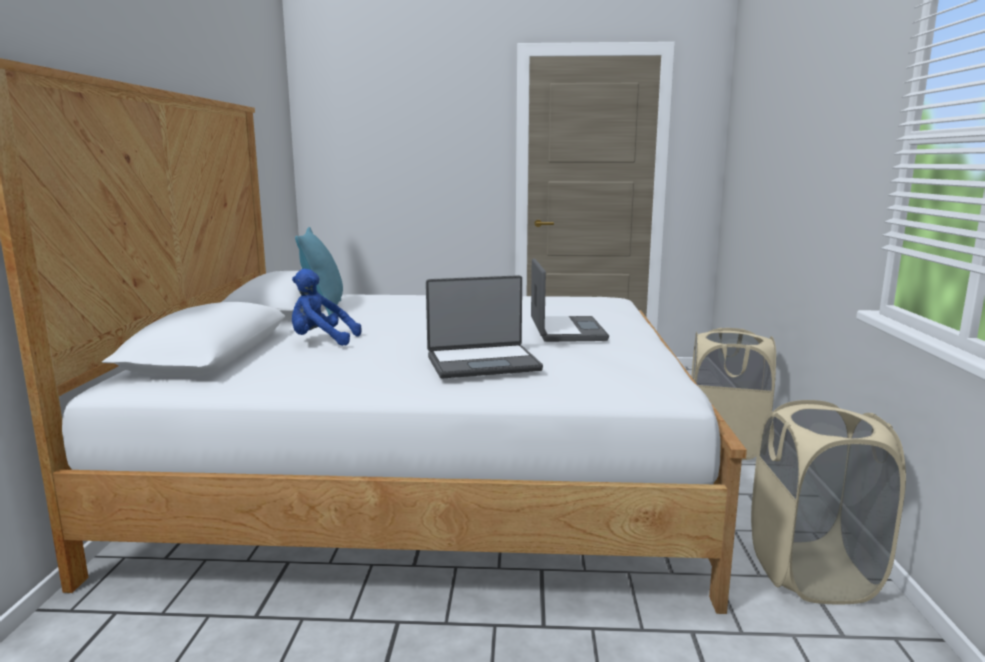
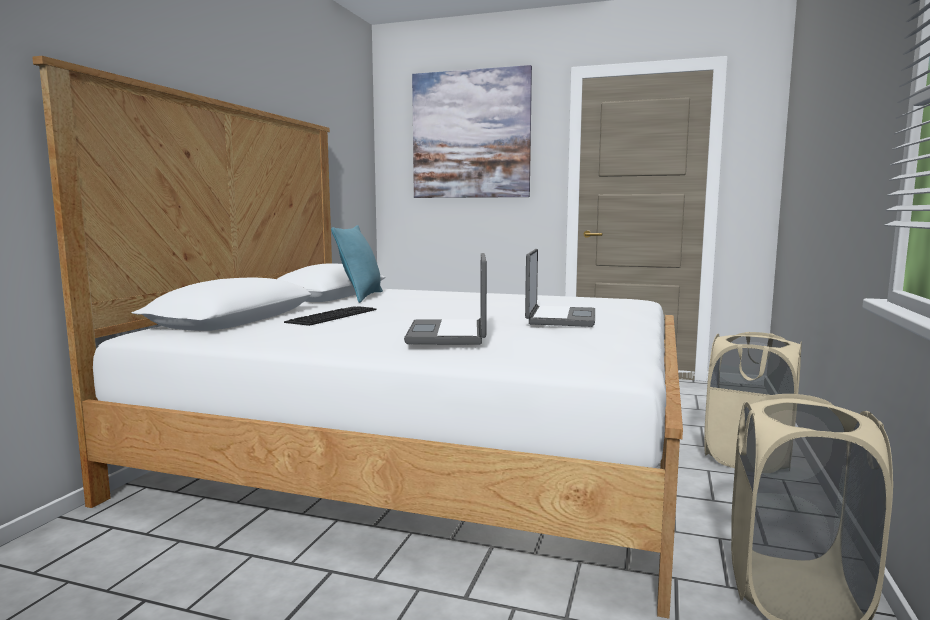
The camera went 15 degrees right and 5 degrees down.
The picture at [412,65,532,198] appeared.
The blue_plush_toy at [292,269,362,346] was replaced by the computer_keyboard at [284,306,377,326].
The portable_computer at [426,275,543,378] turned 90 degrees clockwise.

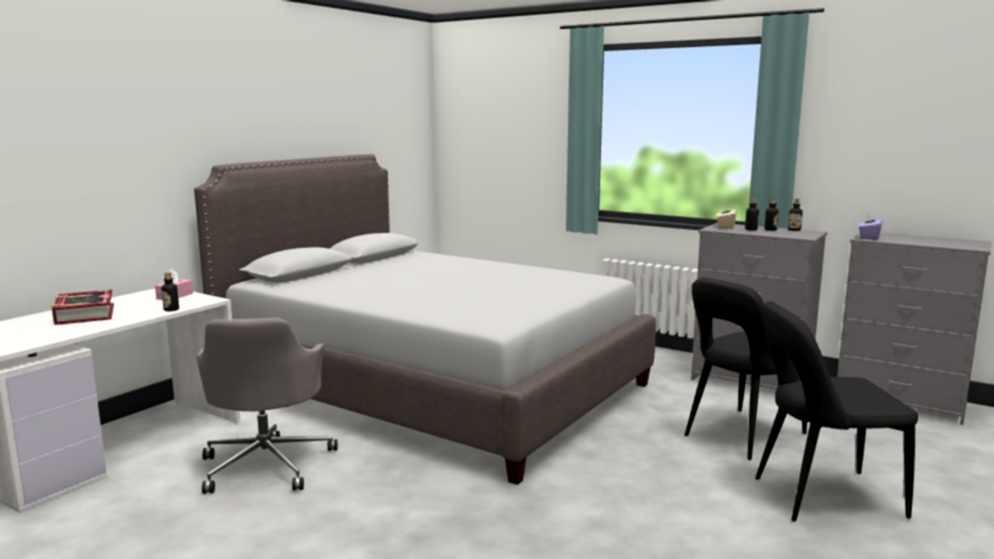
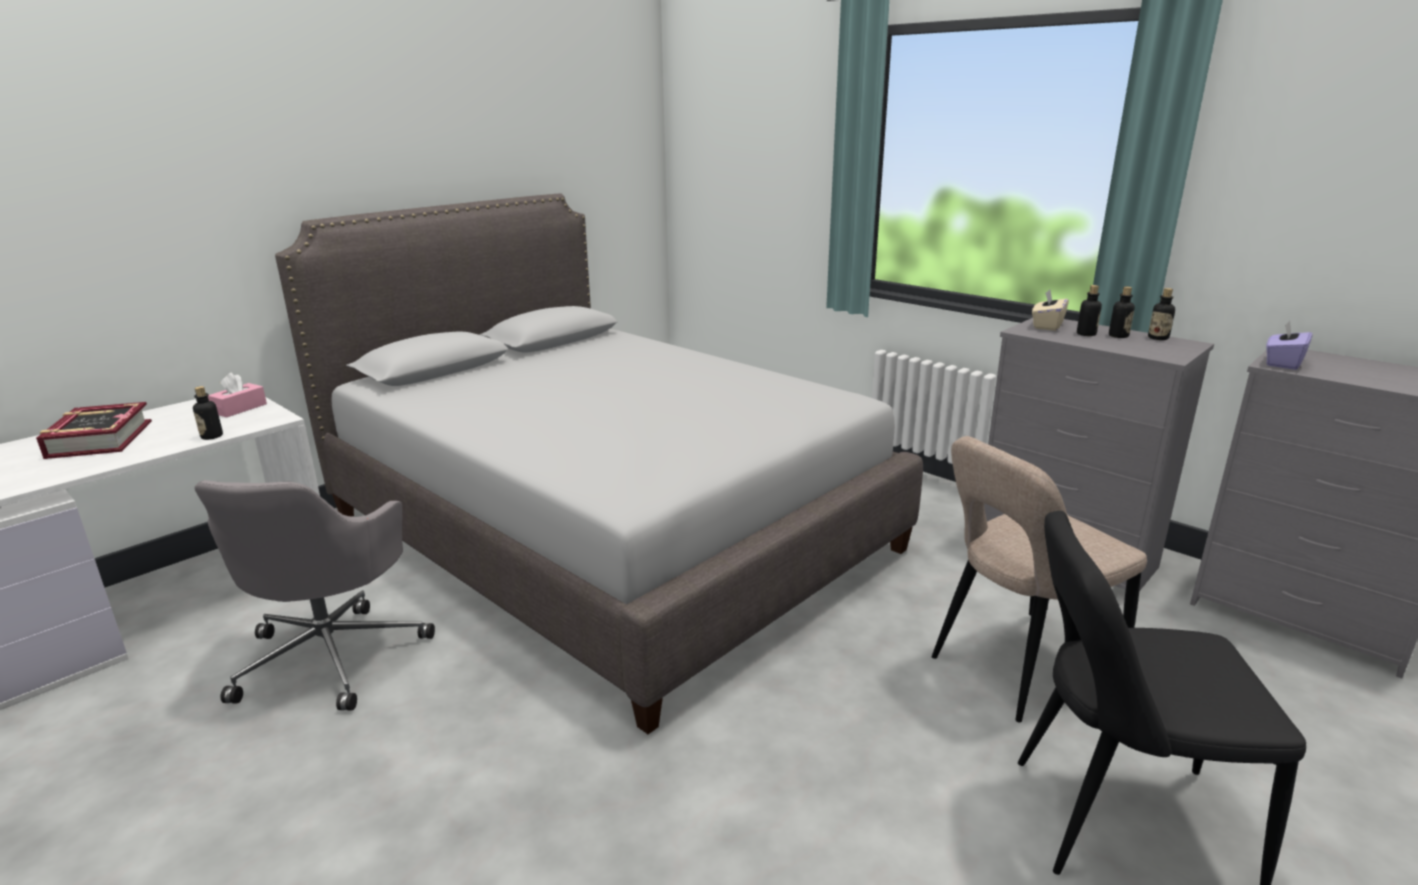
The camera went 10 degrees right and 10 degrees up.
The blackish_chair at [685,277,807,460] became the sand-coloured_chair at [932,436,1147,723].

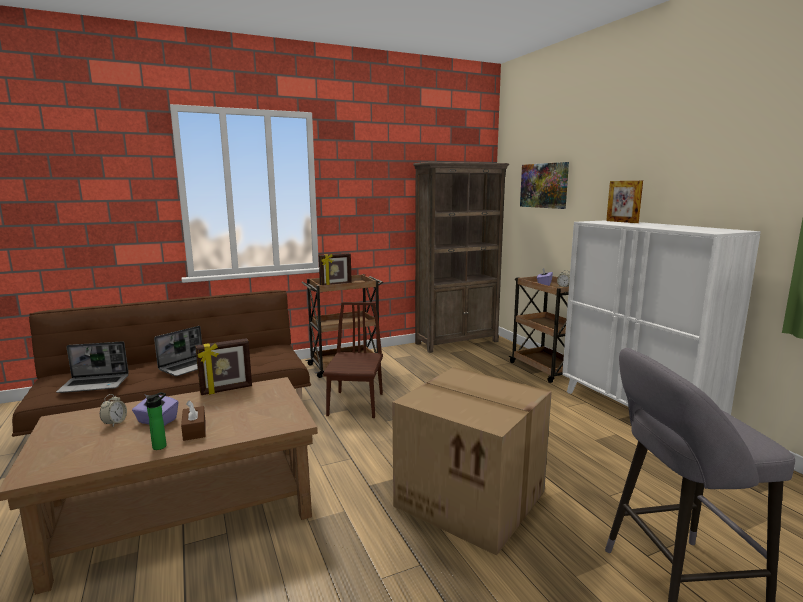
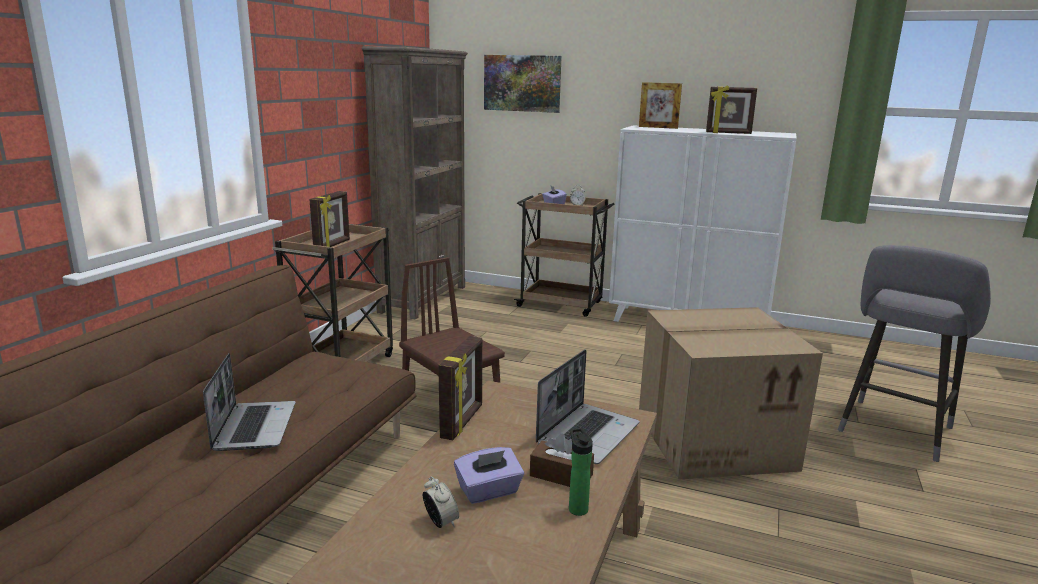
The camera went 45 degrees left and 5 degrees up.
The picture_frame at [706,85,757,134] appeared.
The portable_computer moved from [56,341,129,393] to [536,349,640,464].

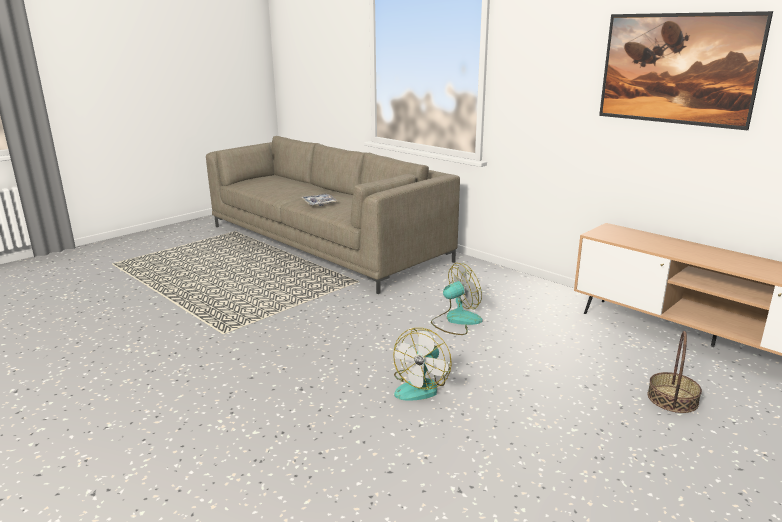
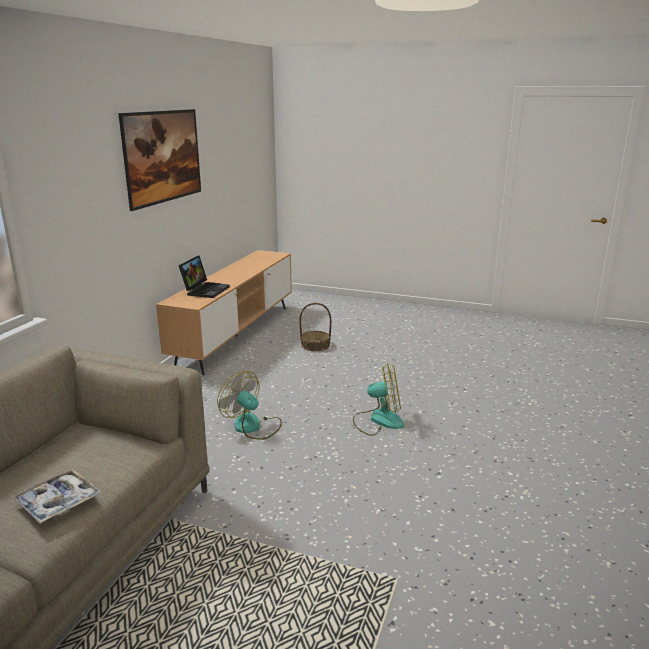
The camera went 115 degrees left and 0 degrees up.
The portable_computer at [178,255,230,298] appeared.

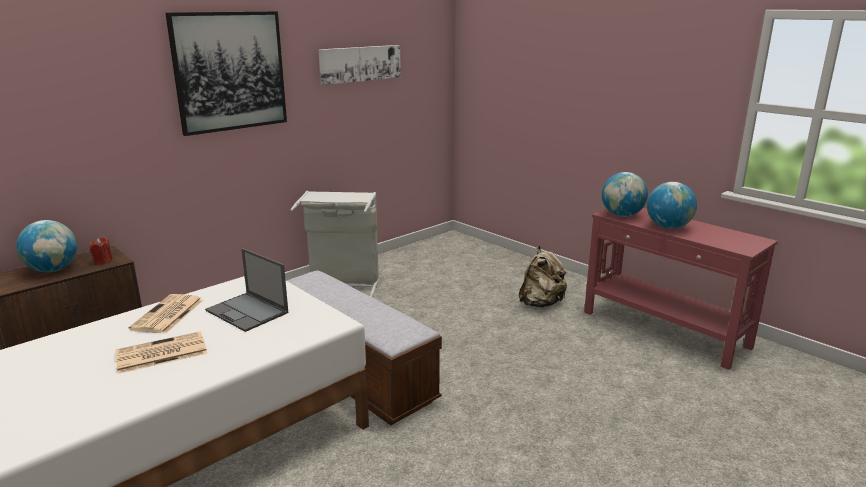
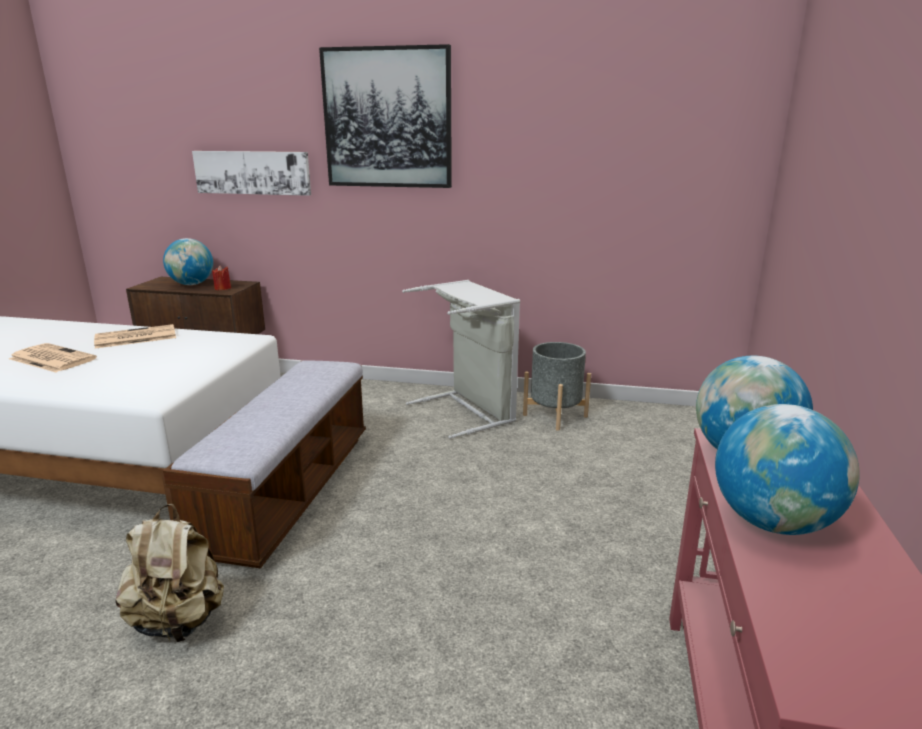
The camera went 55 degrees right and 0 degrees up.
The portable_computer at [205,248,288,332] disappeared.
The grey_plant_pot at [523,342,591,431] appeared.
The picture moved from [319,45,401,85] to [192,151,311,196].
The sand-coloured_backpack moved from [519,246,567,307] to [116,504,224,644].

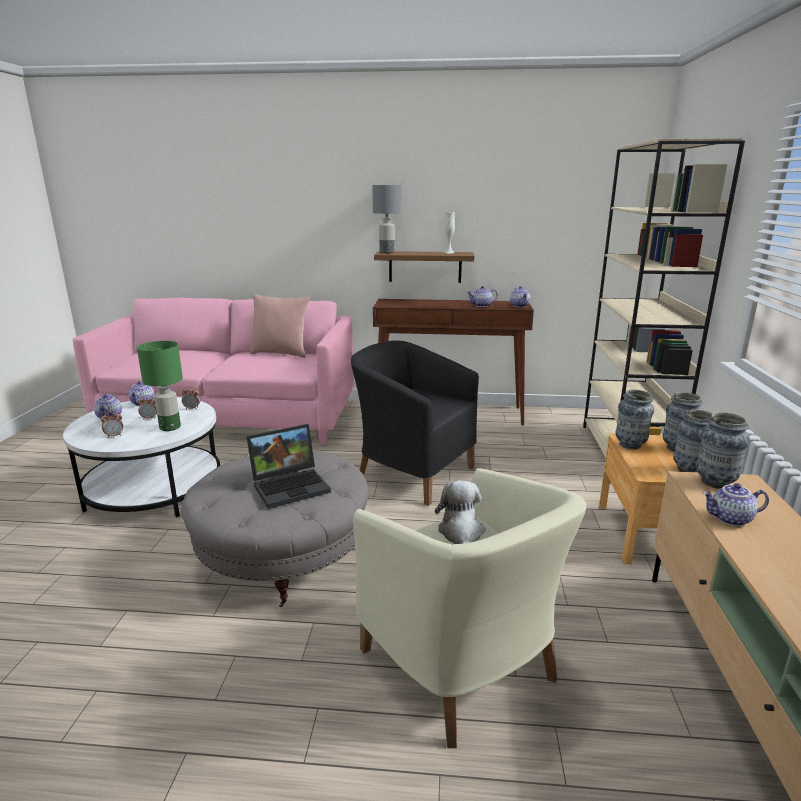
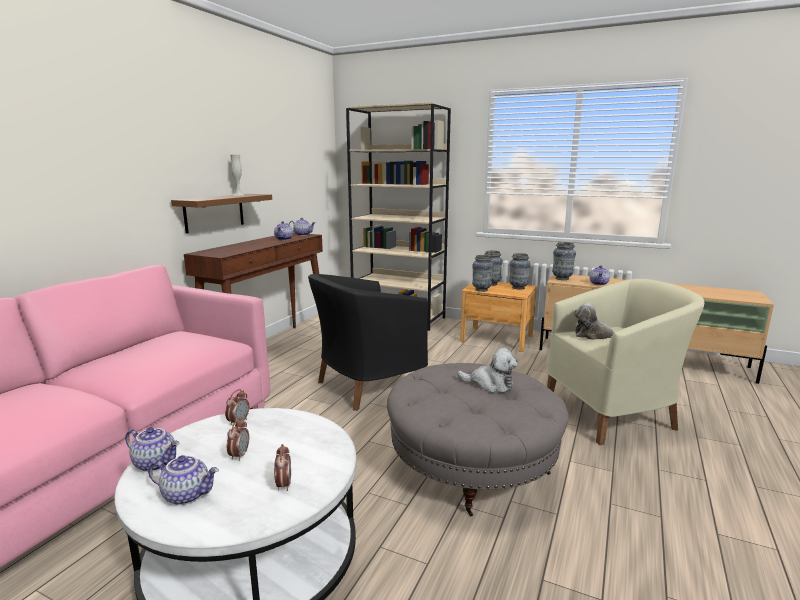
The camera went 70 degrees left and 5 degrees down.
The green_tabletop_lamp at [137,341,183,431] disappeared.
The pink_cushion at [250,294,310,358] disappeared.
The grey_tabletop_lamp at [372,185,401,253] disappeared.
The portable_computer at [246,424,331,509] was replaced by the plush_toy at [457,348,518,393].

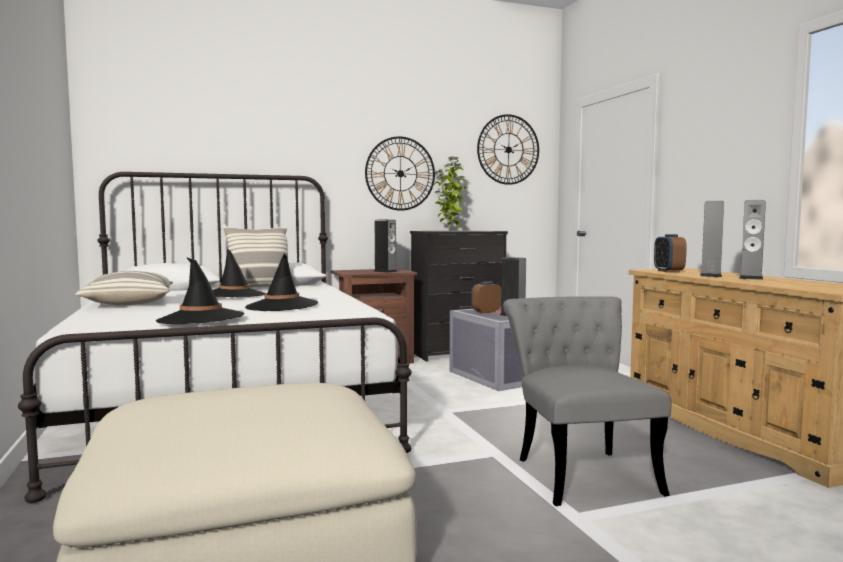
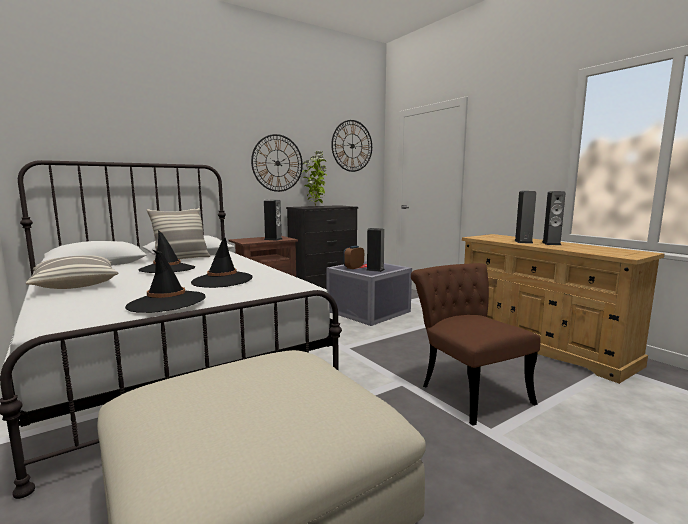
The camera went 15 degrees left and 5 degrees up.
The alarm_clock at [654,234,687,272] disappeared.
The grey_chair at [503,296,671,506] became the brown-coloured_chair at [411,263,541,426].

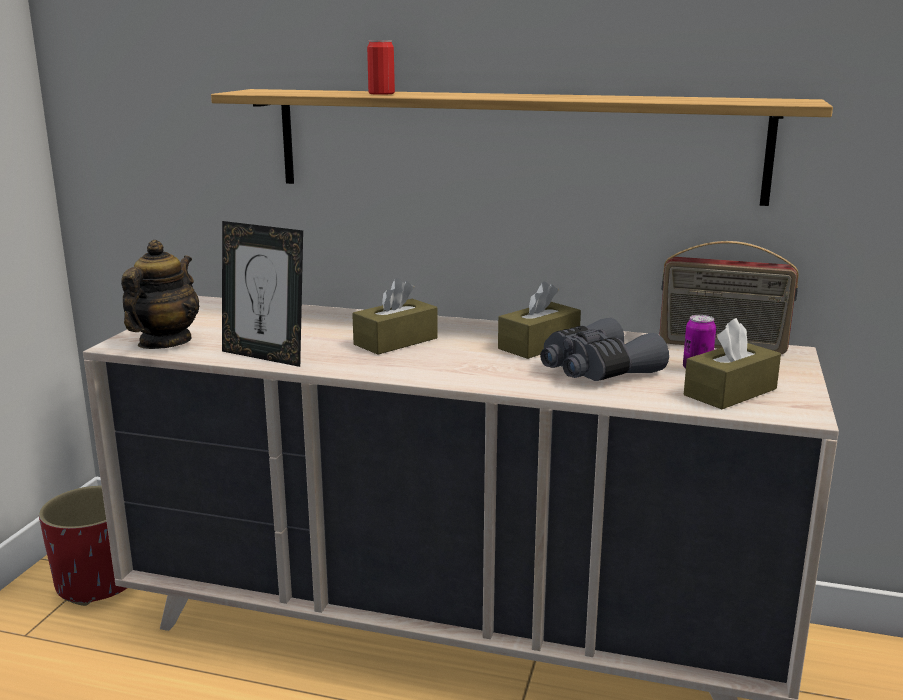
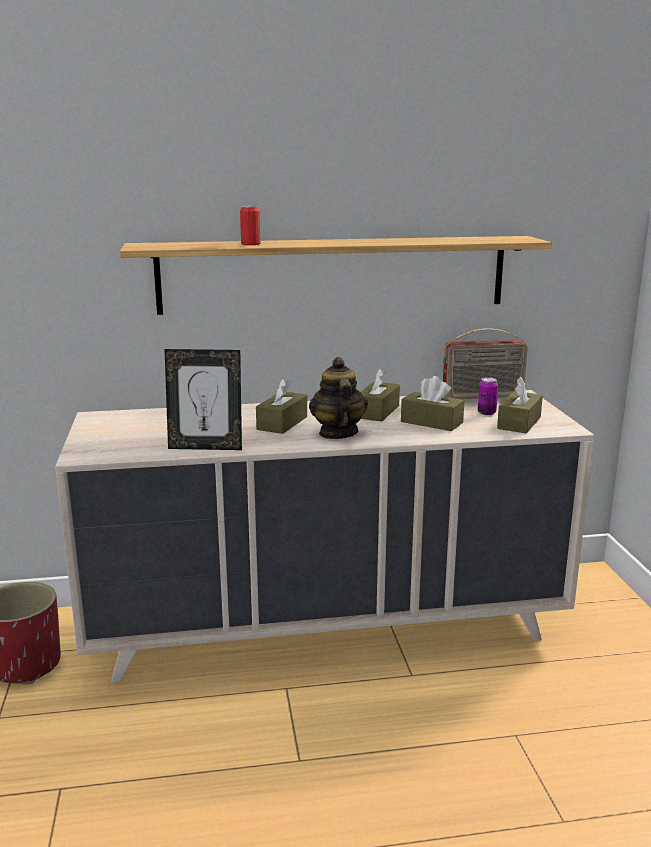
The camera went 25 degrees left and 0 degrees up.
The pot_for_tea moved from [121,240,199,349] to [309,357,368,439].
The grey_binoculars at [540,318,669,381] was replaced by the brown-coloured_tissue_box at [401,376,465,431].

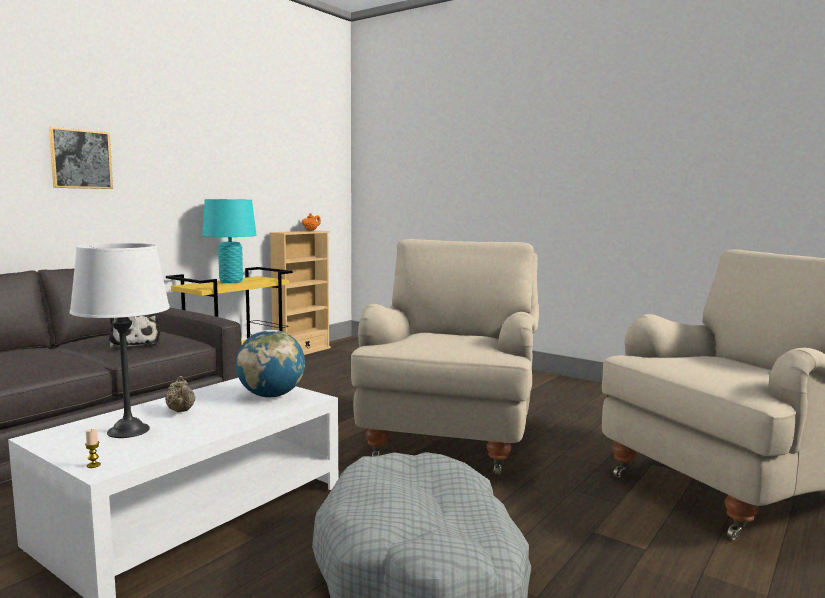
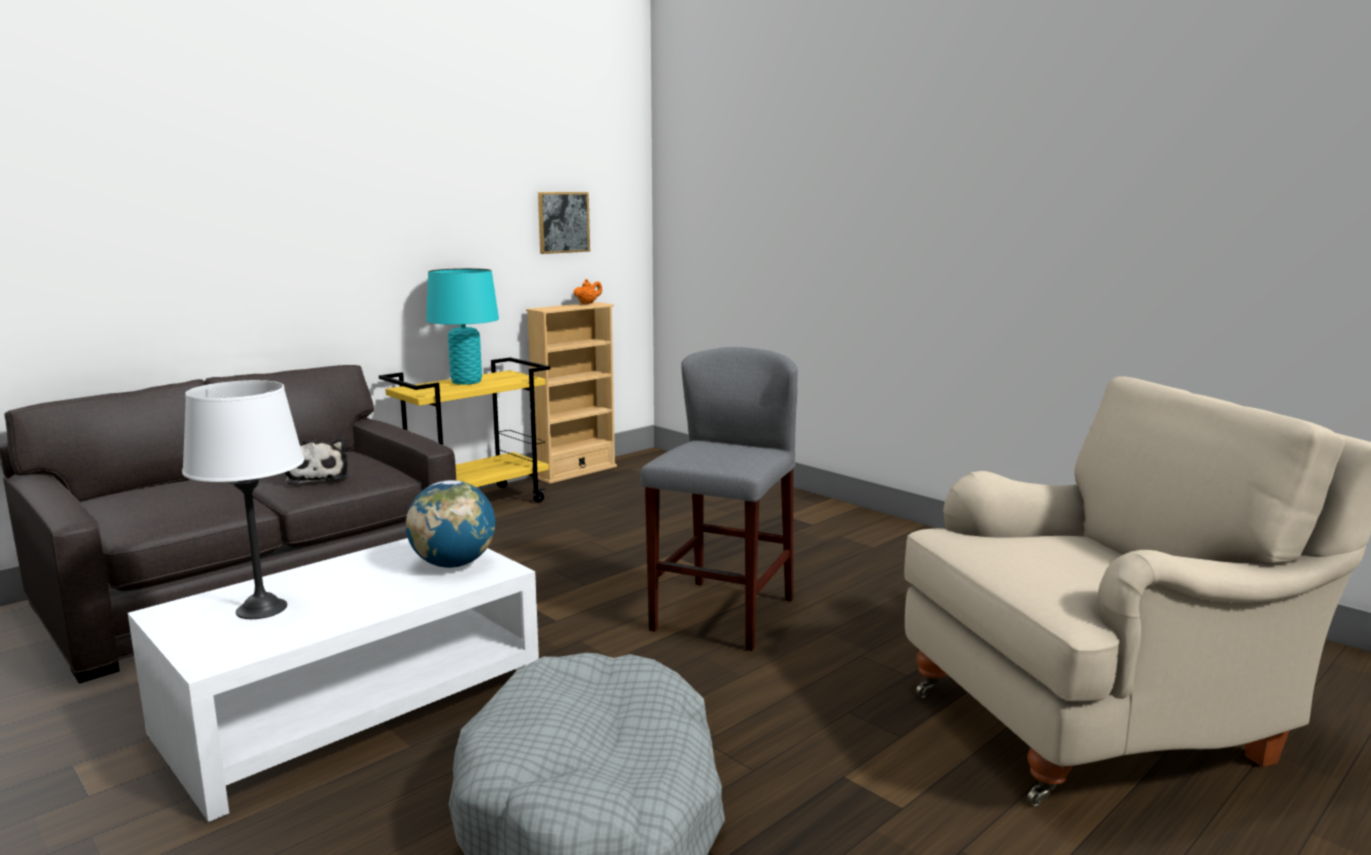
The camera went 10 degrees right and 5 degrees up.
The wax_candle at [85,429,101,468] disappeared.
The sand-coloured_pot_for_tea at [165,376,196,412] disappeared.
The picture moved from [49,127,113,189] to [538,192,590,254].
The sand-coloured_lounge_chair at [351,239,539,477] was replaced by the grey_sitting_stool at [640,347,798,651].

